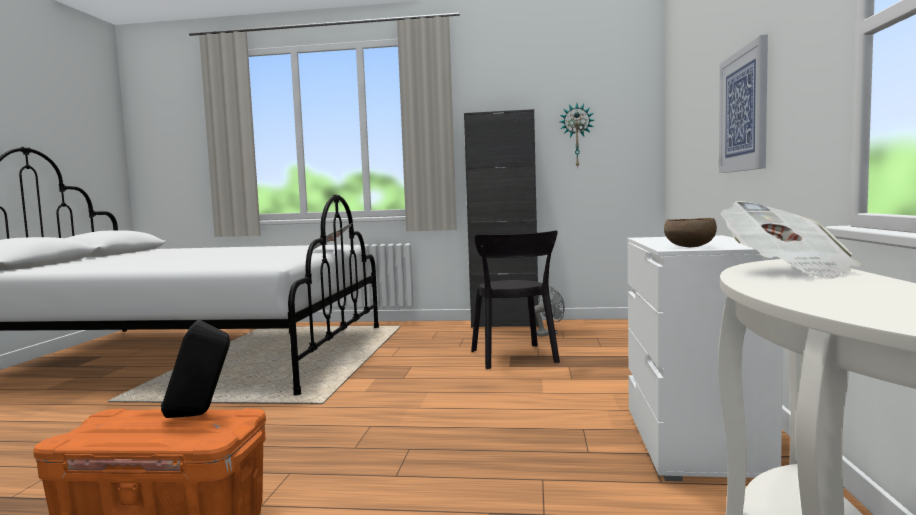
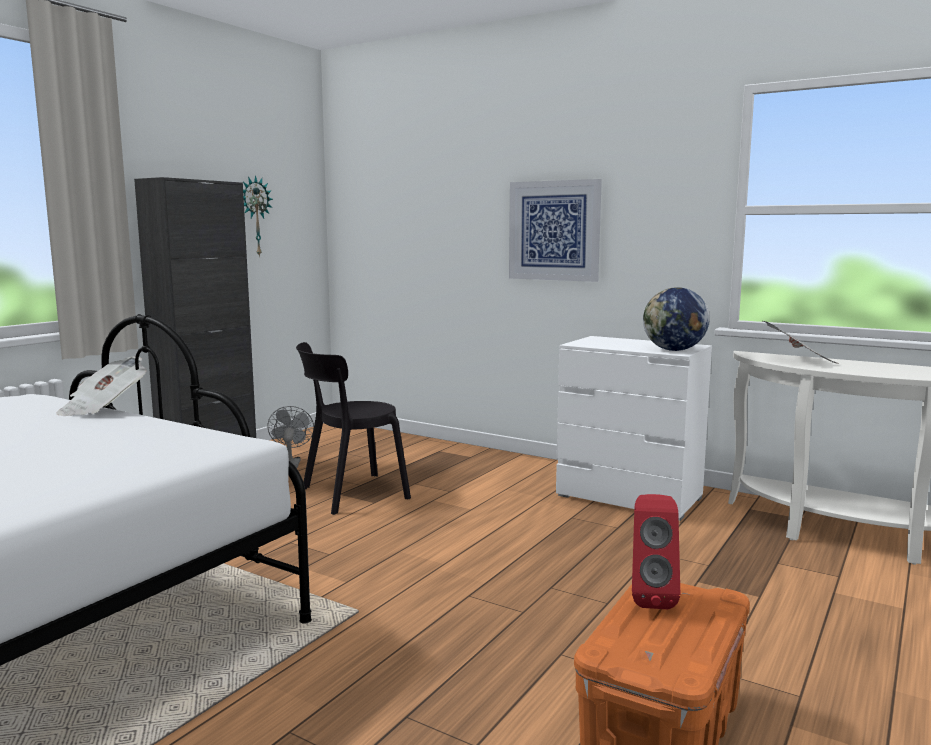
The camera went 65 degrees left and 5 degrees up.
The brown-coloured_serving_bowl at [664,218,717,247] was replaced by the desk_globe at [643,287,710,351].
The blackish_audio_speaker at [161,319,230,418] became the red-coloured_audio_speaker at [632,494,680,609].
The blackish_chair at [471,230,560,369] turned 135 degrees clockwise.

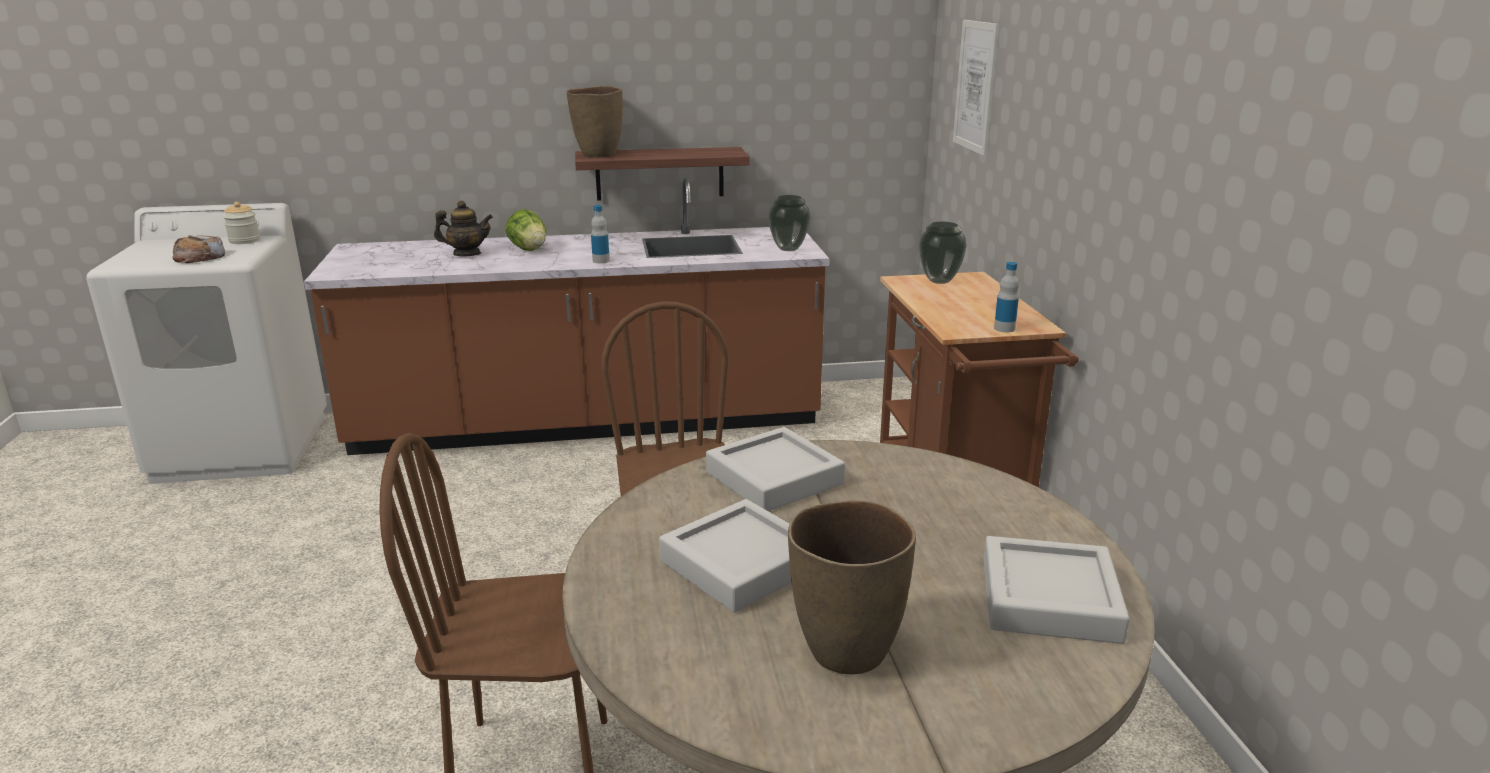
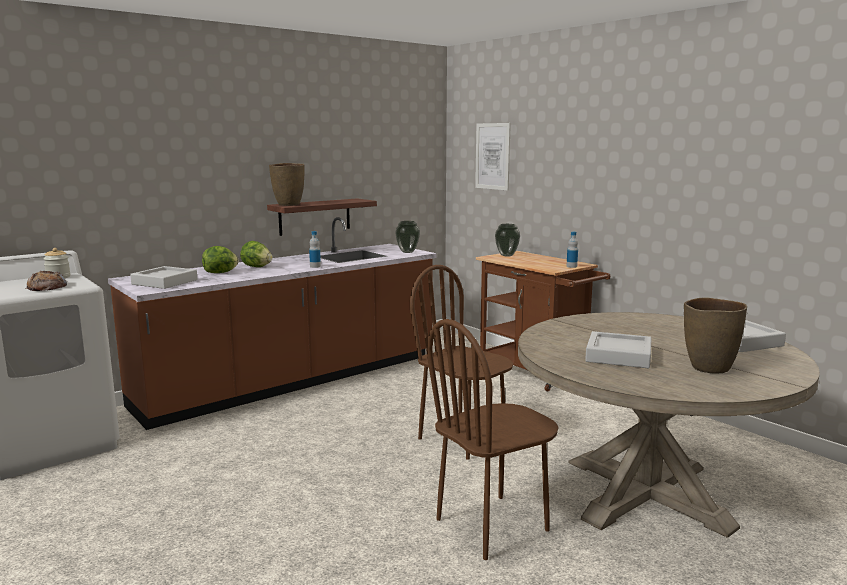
The camera went 30 degrees left and 10 degrees down.
The grey_carrying_tray moved from [706,427,845,511] to [130,266,197,289].
The pot_for_tea at [434,200,493,256] was replaced by the head_of_lettuce at [202,246,238,273].

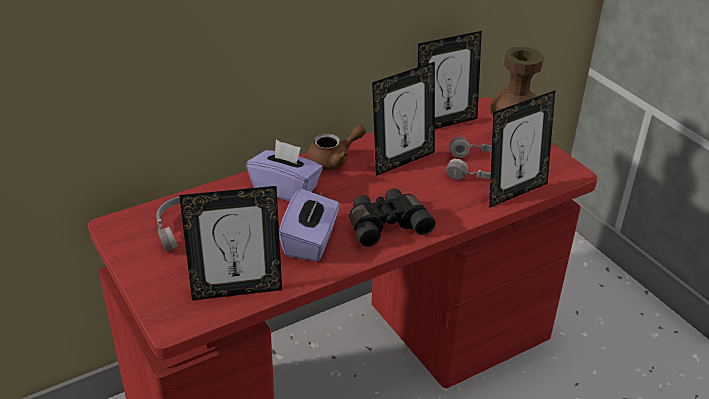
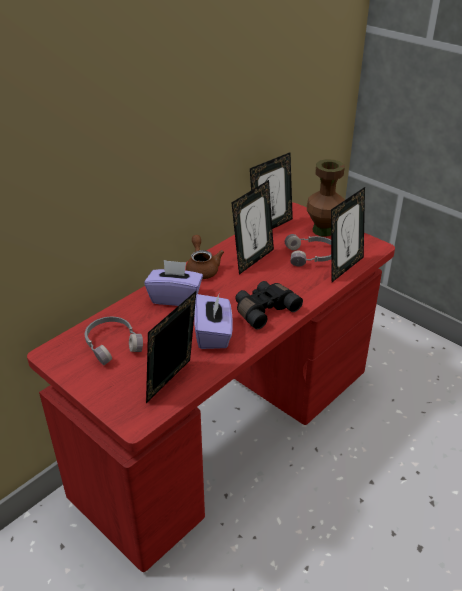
The camera went 15 degrees left and 0 degrees up.
The picture_frame at [179,186,282,300] turned 150 degrees clockwise.
The brown-coloured_pot_for_tea at [307,124,366,170] turned 60 degrees counterclockwise.

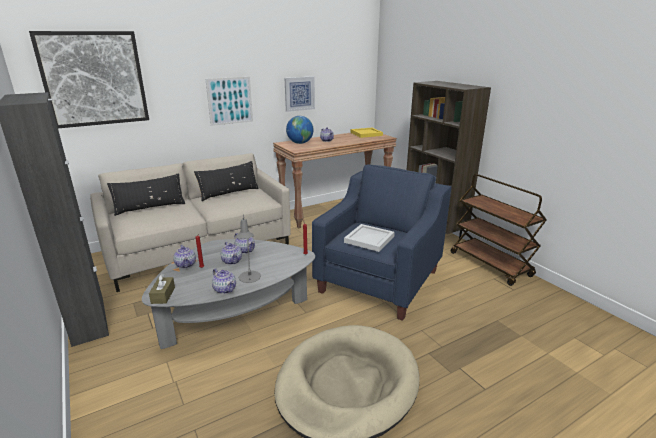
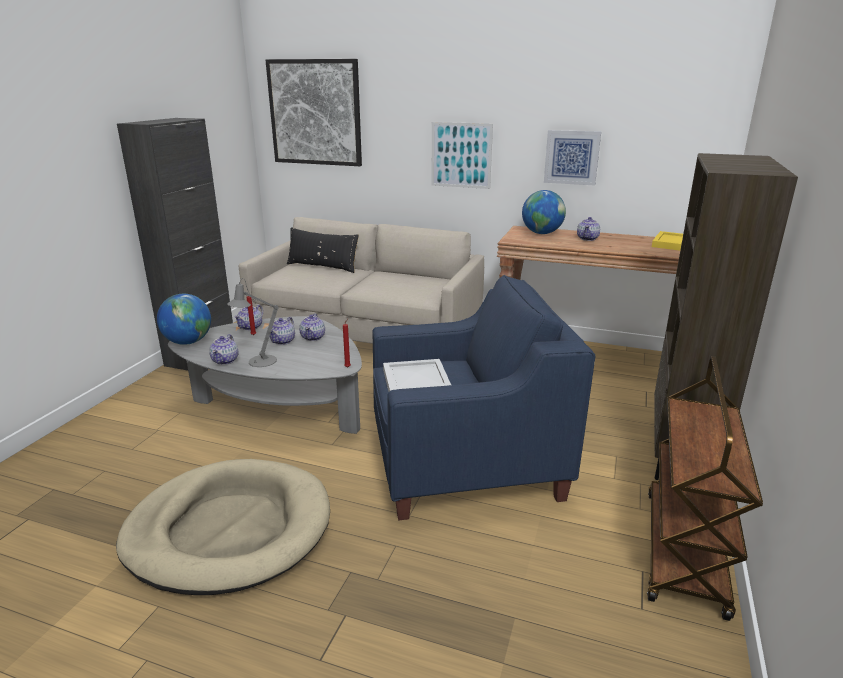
The camera went 50 degrees right and 0 degrees up.
The blackish_cushion at [194,161,259,201] disappeared.
The brown-coloured_tissue_box at [149,274,175,304] was replaced by the desk_globe at [157,294,211,345].

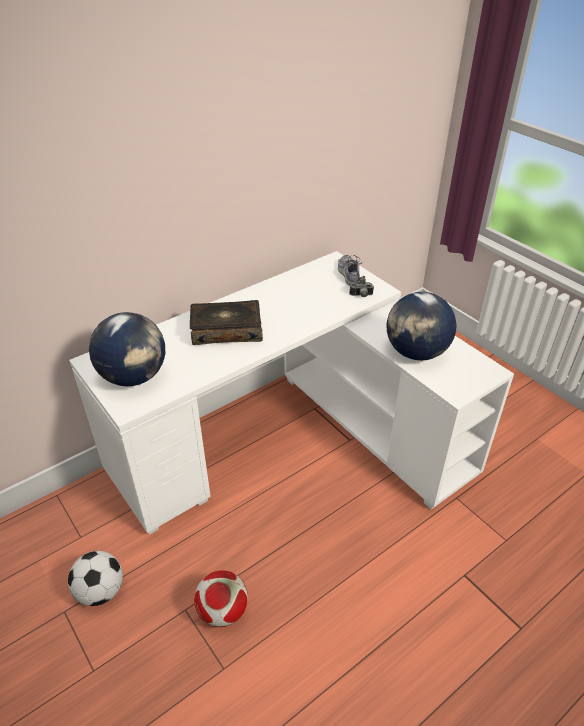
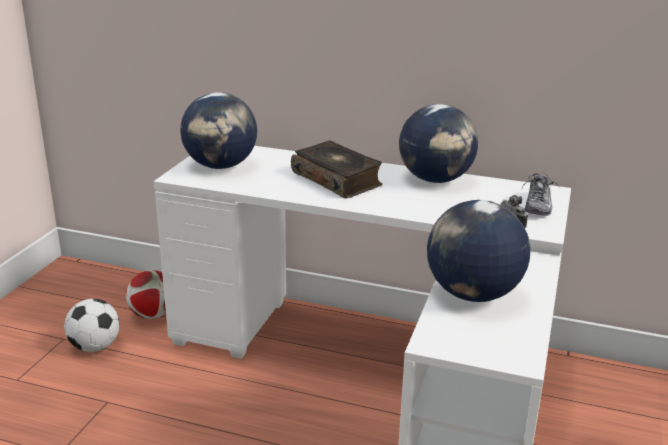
The camera went 55 degrees right and 15 degrees down.
The desk_globe at [399,104,478,183] appeared.
The football moved from [194,570,248,627] to [126,270,166,319].
The shoe at [337,255,362,286] turned 150 degrees clockwise.

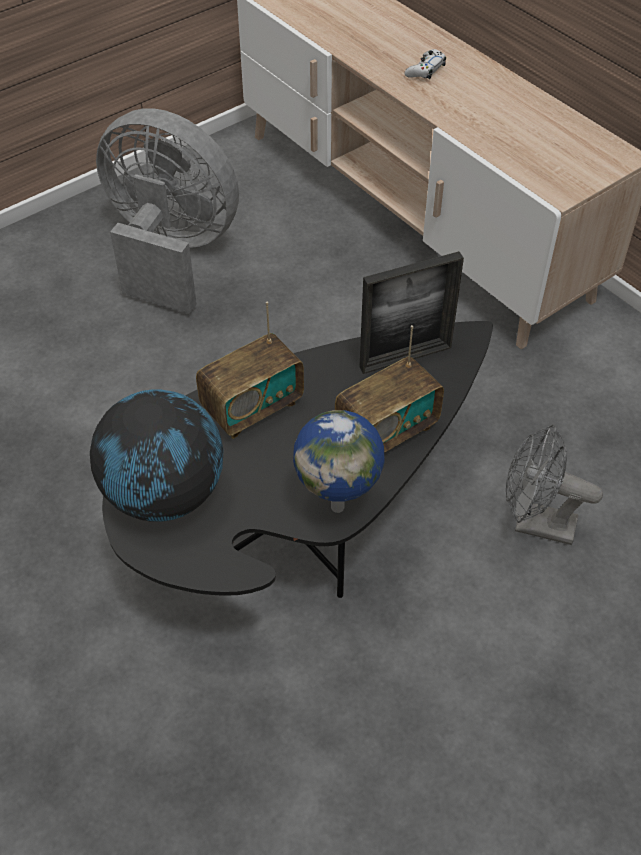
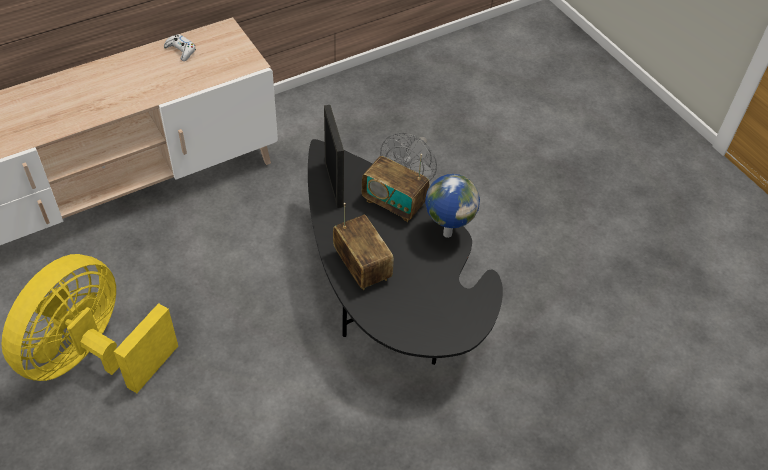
The camera went 85 degrees left and 0 degrees up.
The desk_globe at [90,390,223,522] disappeared.
The whitish_game_controller moved from [405,49,446,79] to [164,34,196,61].
The grey_fan at [96,108,239,314] became the yellow_fan at [2,254,178,393].
The radio at [335,325,444,453] turned 150 degrees clockwise.

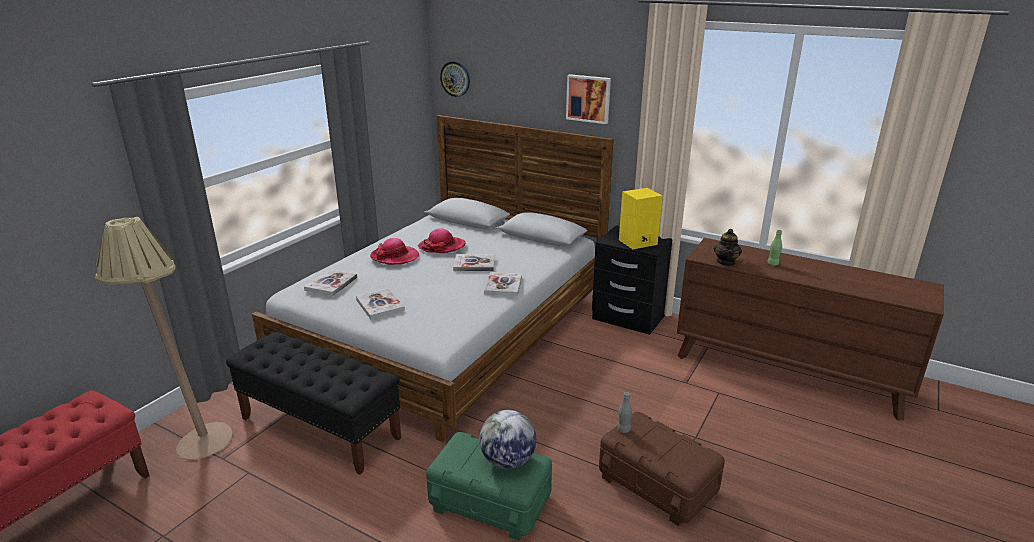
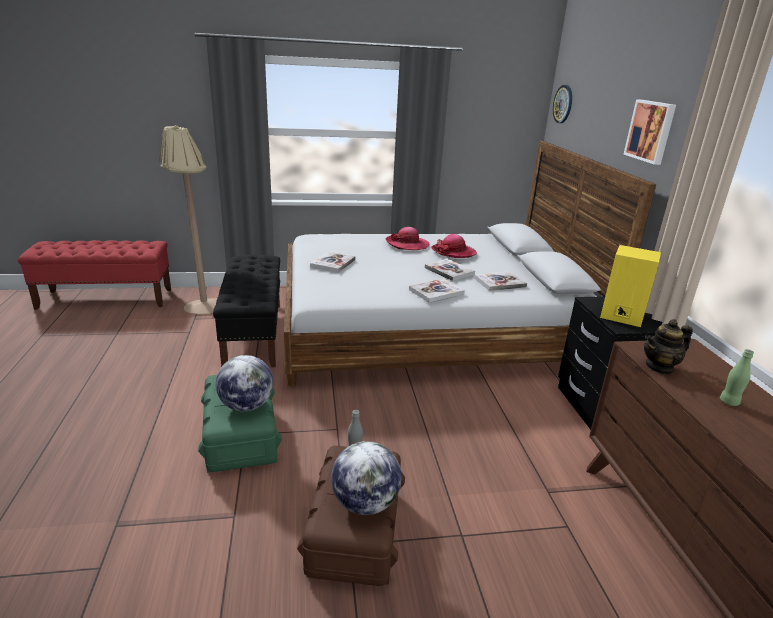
The camera went 50 degrees right and 0 degrees up.
The desk_globe at [331,441,402,515] appeared.
The bound_book moved from [304,269,357,296] to [474,271,527,291].

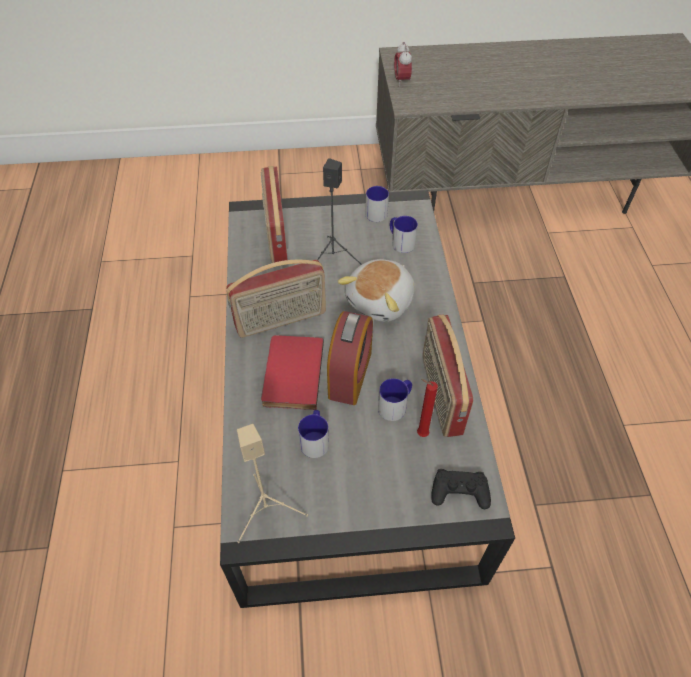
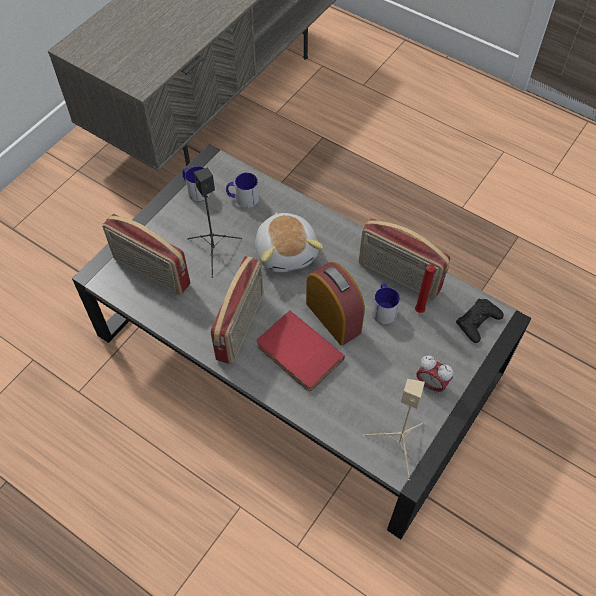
The camera went 50 degrees left and 5 degrees up.
The tea_mug at [298,410,329,458] disappeared.
The alarm_clock moved from [394,42,412,87] to [416,355,453,395].

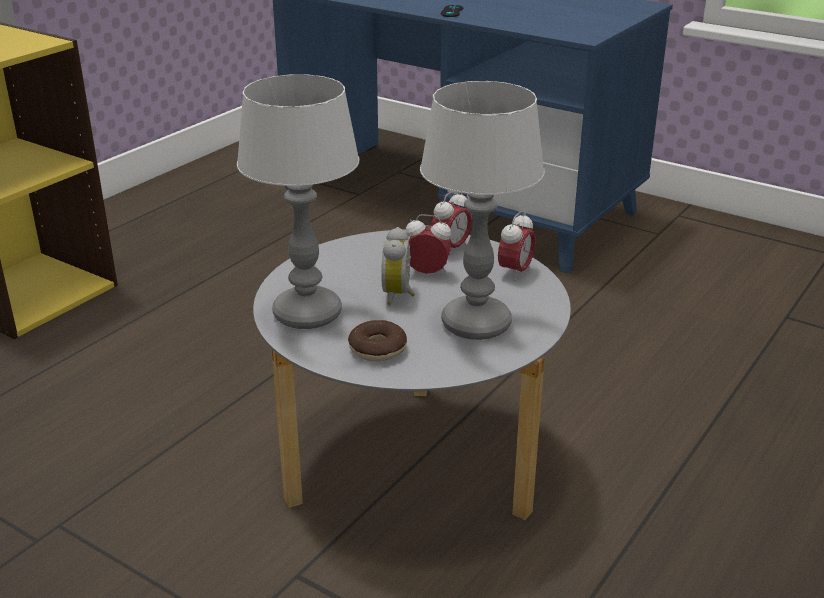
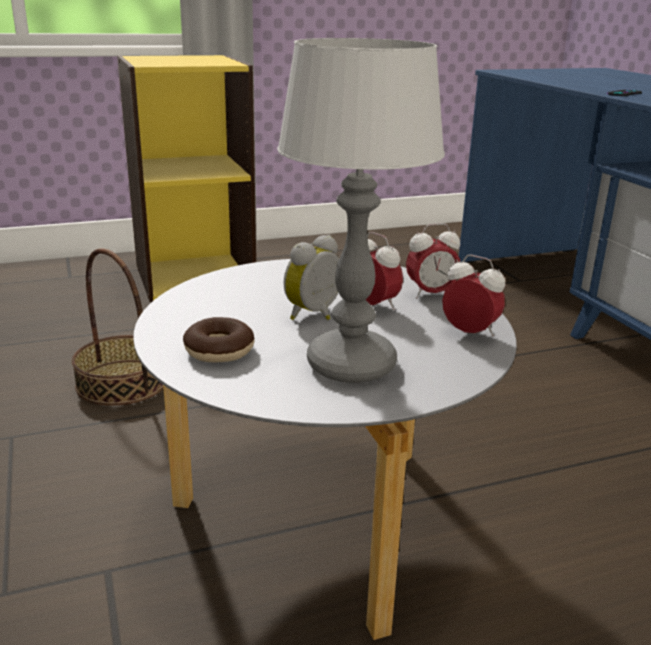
The camera went 35 degrees right and 5 degrees down.
The tabletop_lamp at [237,74,359,329] disappeared.
The storage_basket at [72,248,163,406] appeared.
The alarm_clock at [498,211,536,281] turned 120 degrees counterclockwise.

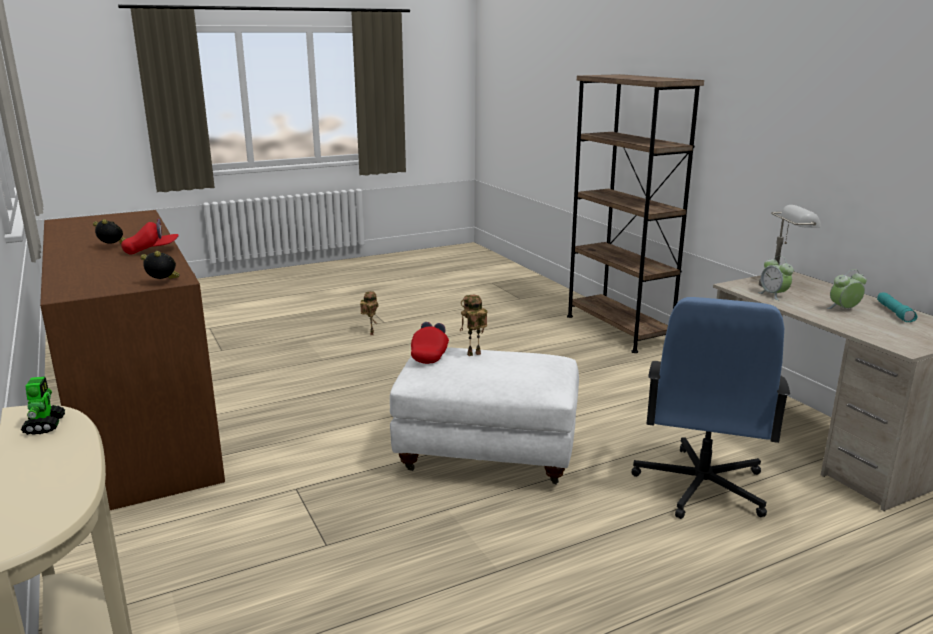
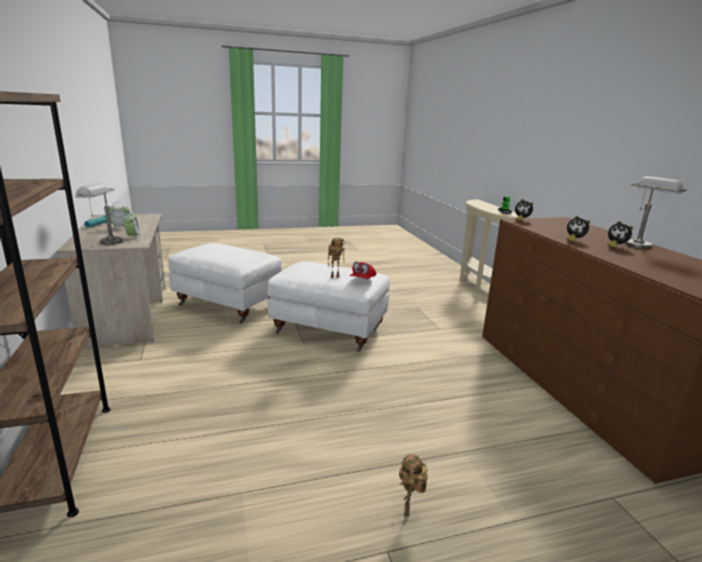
The camera went 170 degrees left and 0 degrees up.
The grey_tabletop_lamp at [625,176,686,249] appeared.
The red-coloured_cap at [121,218,179,255] was replaced by the alarm_clock at [567,216,590,243].
The blue_desk_chair at [631,297,790,519] was replaced by the whitish_footrest at [168,243,282,324].

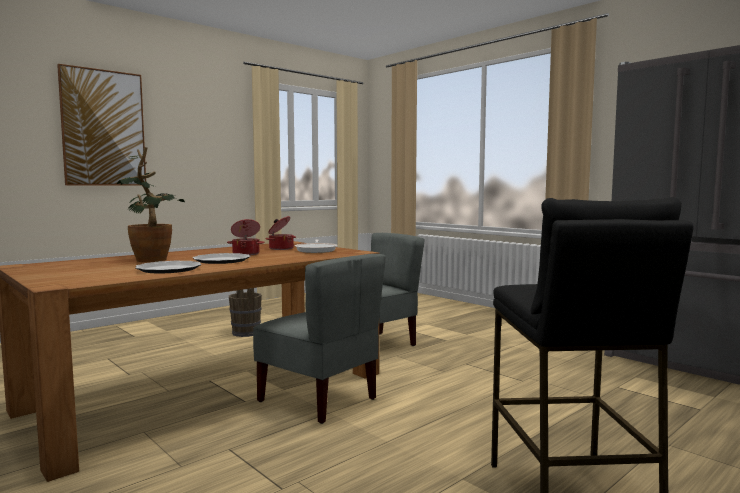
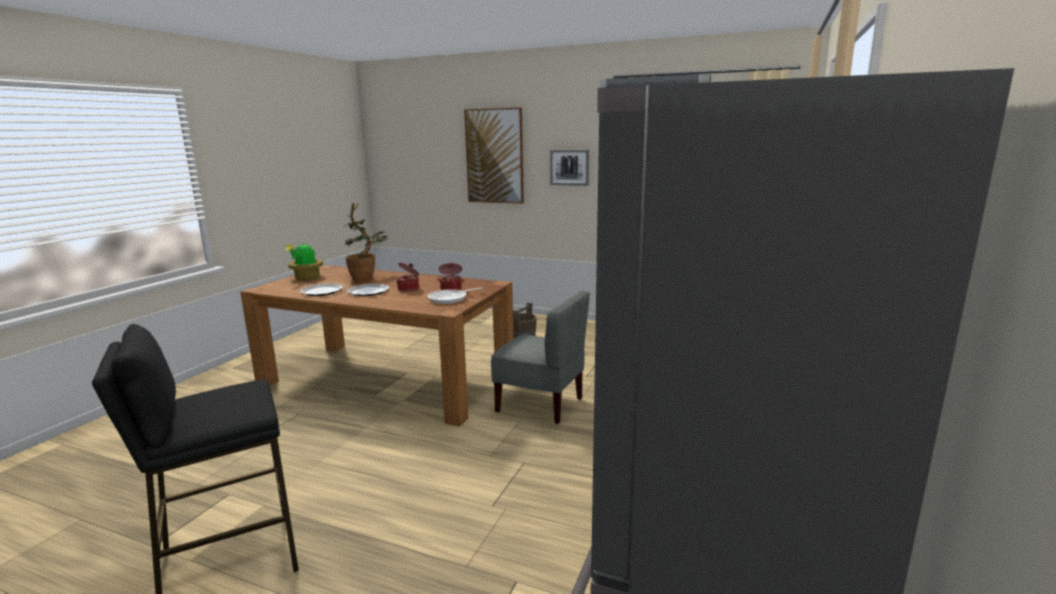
The camera went 65 degrees right and 10 degrees up.
The grey_chair at [253,254,386,424] disappeared.
The houseplant at [286,242,323,280] appeared.
The picture at [550,150,589,186] appeared.

